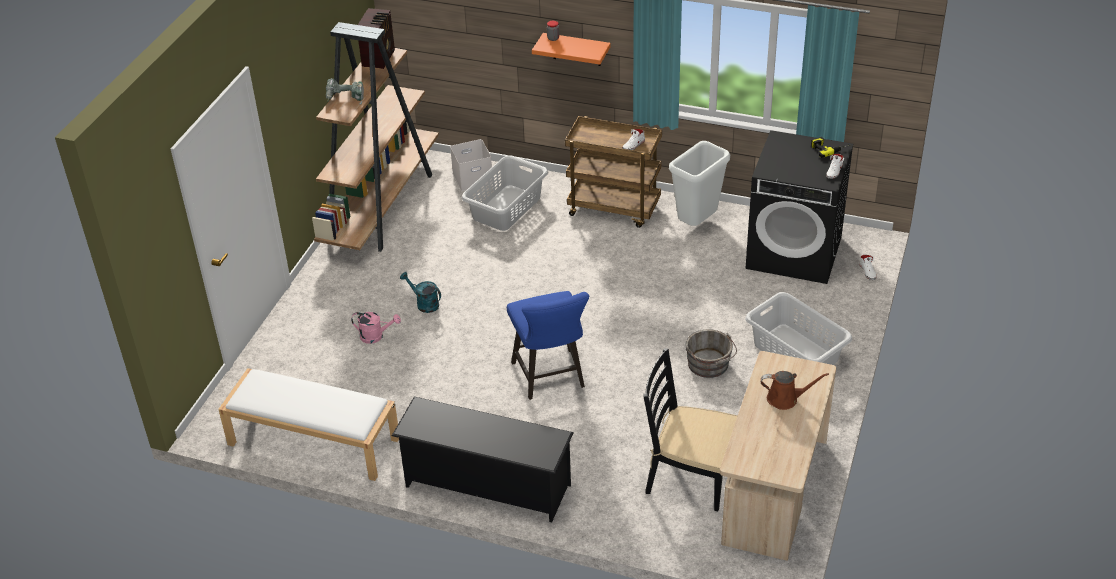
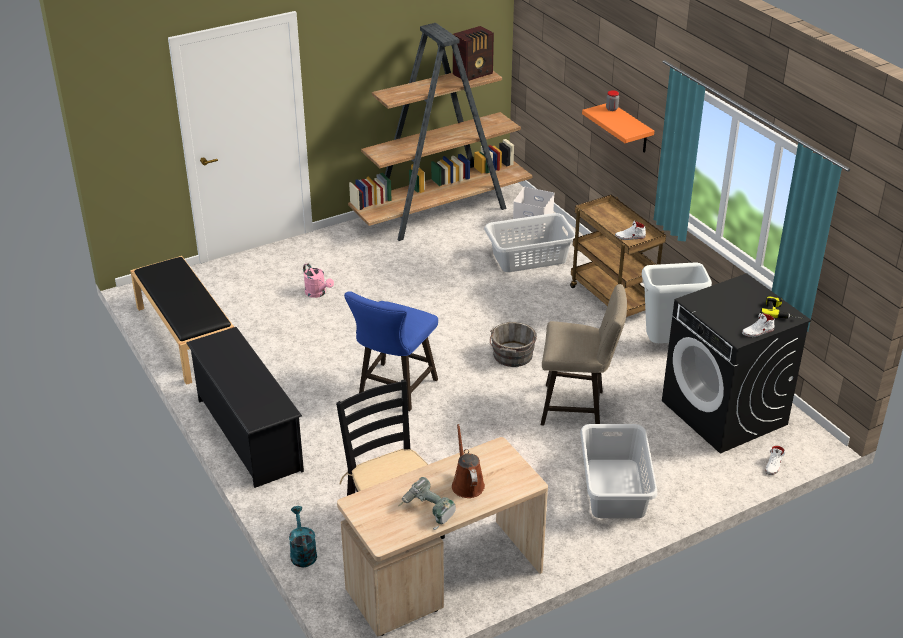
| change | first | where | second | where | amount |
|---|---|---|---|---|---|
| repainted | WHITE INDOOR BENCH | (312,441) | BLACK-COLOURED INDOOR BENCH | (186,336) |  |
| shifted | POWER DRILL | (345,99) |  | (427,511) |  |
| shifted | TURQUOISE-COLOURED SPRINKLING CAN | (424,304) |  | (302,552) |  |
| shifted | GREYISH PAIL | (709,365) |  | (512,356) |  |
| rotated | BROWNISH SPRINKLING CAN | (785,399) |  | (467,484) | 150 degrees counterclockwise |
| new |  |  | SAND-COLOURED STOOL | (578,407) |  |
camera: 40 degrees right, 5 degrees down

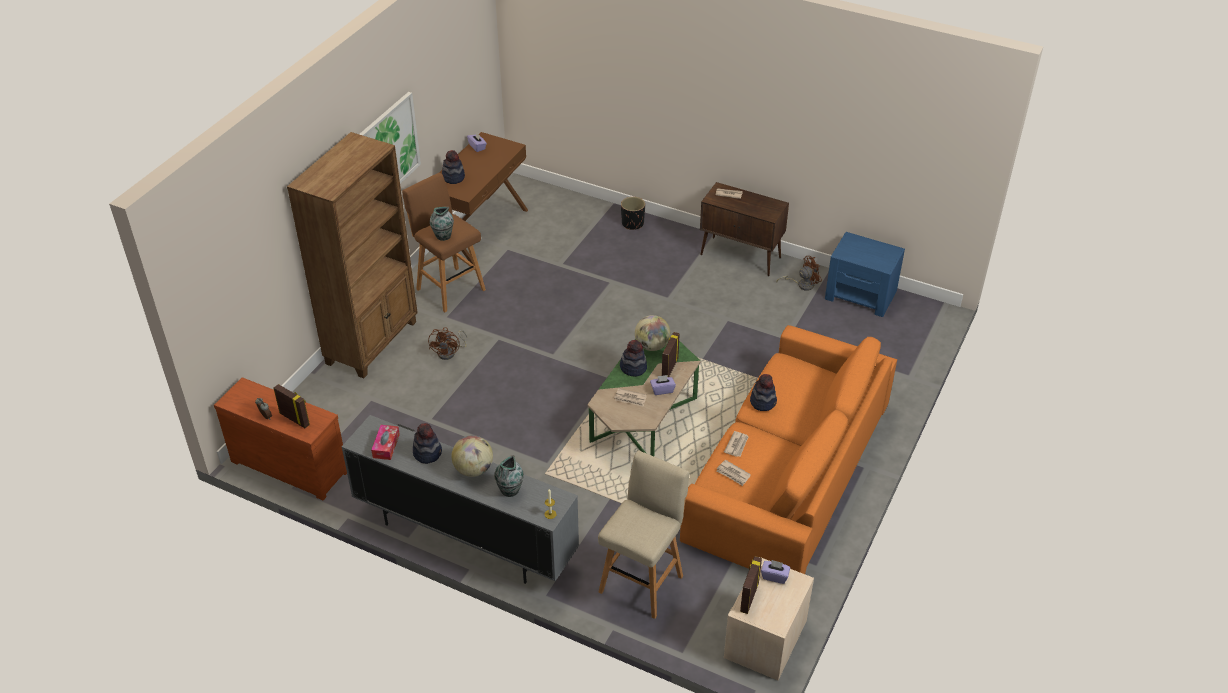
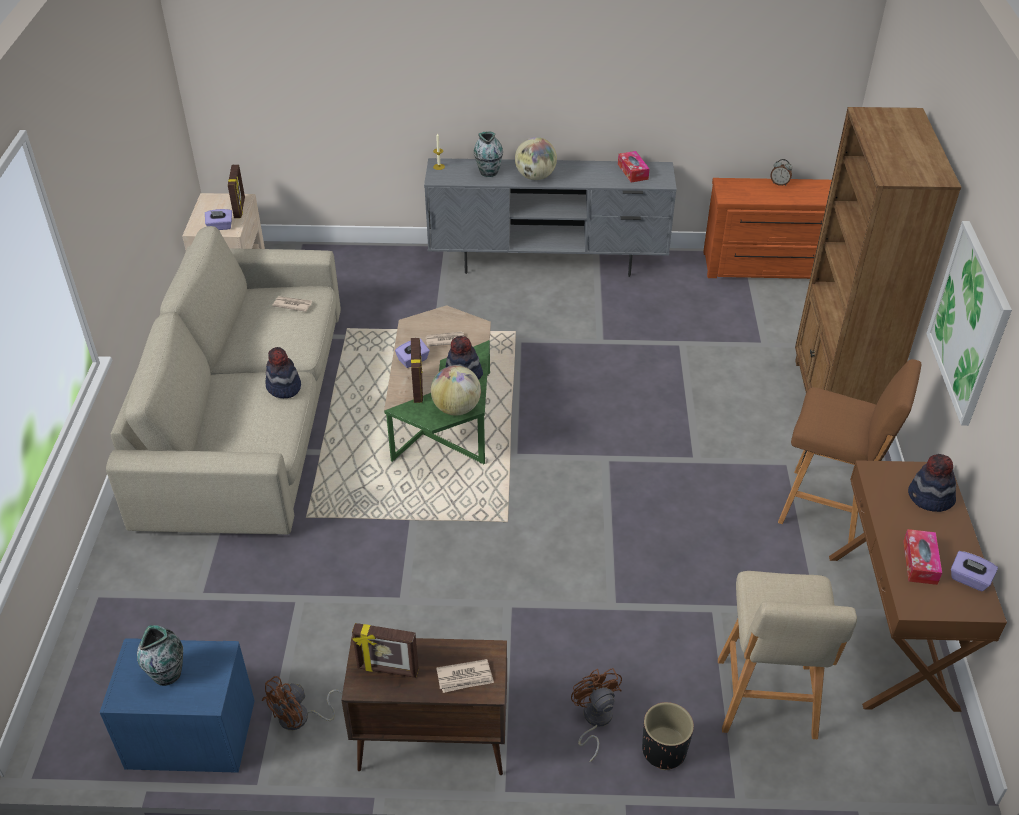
| change | first | where | second | where | amount |
|---|---|---|---|---|---|
| shifted | STANDING FRAME | (295,419) |  | (387,670) |  |
| gone | WEARABLE HAT | (427,453) |  |  |  |
| shifted | BROWNISH COOLING FAN | (450,352) |  | (594,720) |  |
| shifted | VASE | (443,236) |  | (167,673) |  |
| shifted | SAND-COLOURED STOOL | (642,582) |  | (766,702) |  |
| repainted | ORANGE-COLOURED SOFA | (787,471) | SAND-COLOURED SOFA | (248,413) |  |
| gone | DAILY PAPER | (737,445) |  |  |  |
| new |  |  | TISSUE BOX | (920,562) |  |
camera: 155 degrees right, 0 degrees up

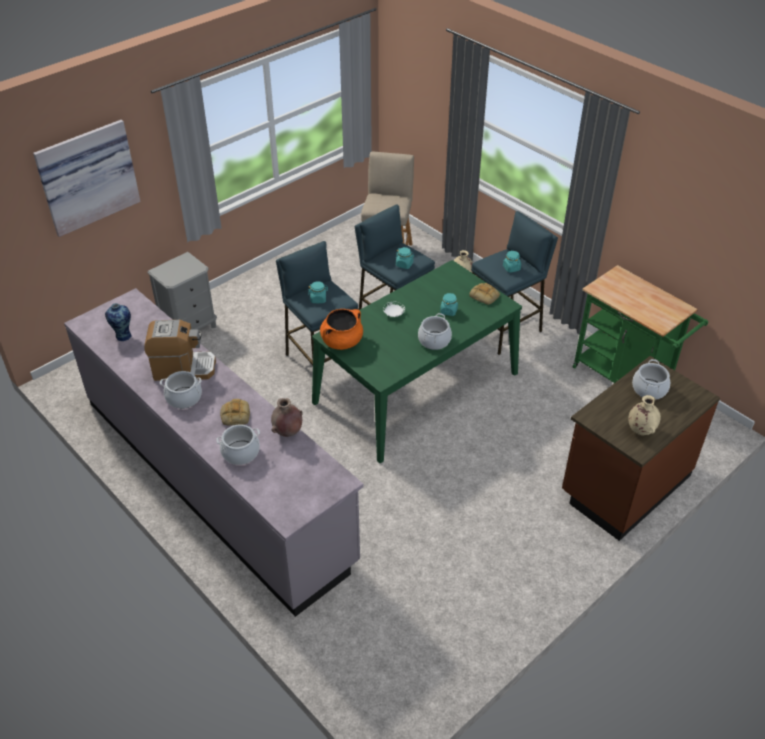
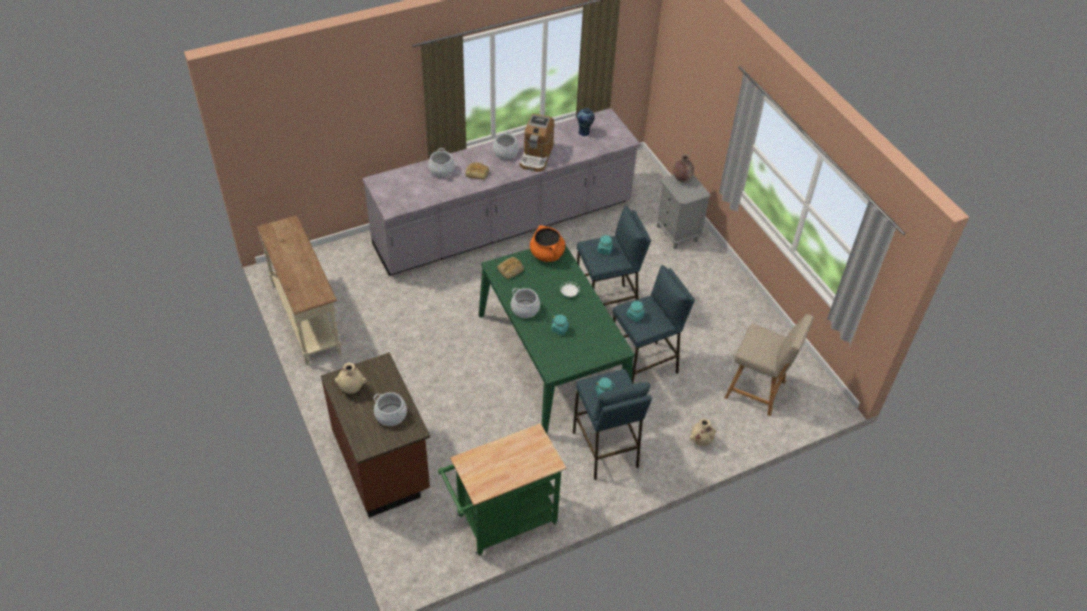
| change | first | where | second | where | amount |
|---|---|---|---|---|---|
| gone | PICTURE | (87,176) |  |  |  |
| shifted | BROWNISH VASE | (288,432) |  | (681,179) |  |
| shifted | BREAD | (485,296) |  | (510,270) |  |
| new |  |  | SAND-COLOURED HALL TABLE | (307,318) |  |
camera: 105 degrees right, 5 degrees up

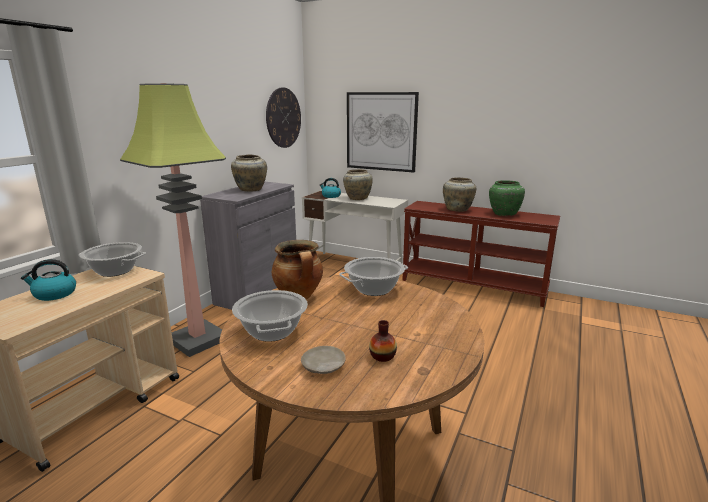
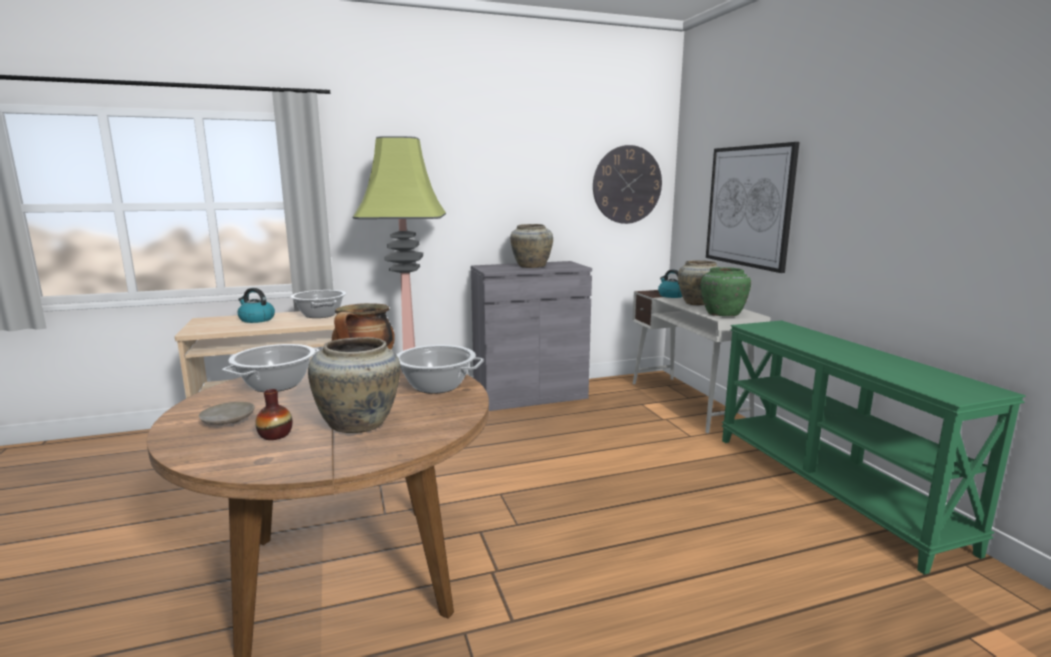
| change | first | where | second | where | amount |
|---|---|---|---|---|---|
| repainted | BROWNISH HALL TABLE | (473,285) | GREEN HALL TABLE | (831,488) |  |
| shifted | SAND-COLOURED VASE | (458,210) |  | (360,424) |  |
| shifted | GREEN VASE | (504,214) |  | (723,314) |  |
camera: 45 degrees right, 5 degrees down

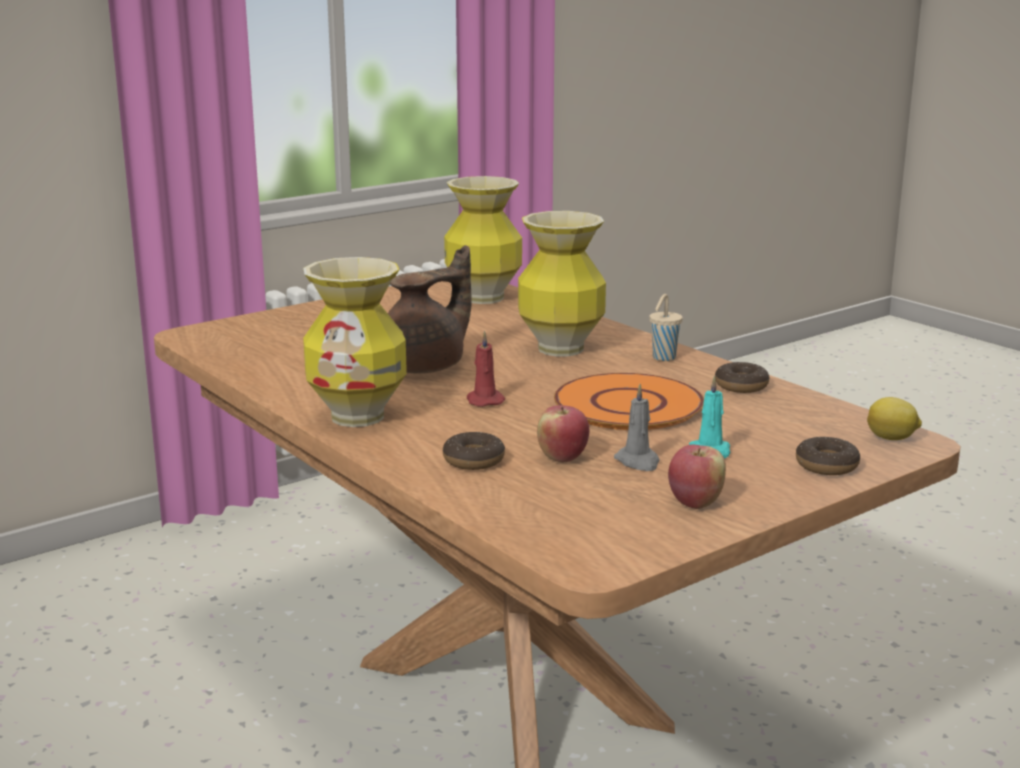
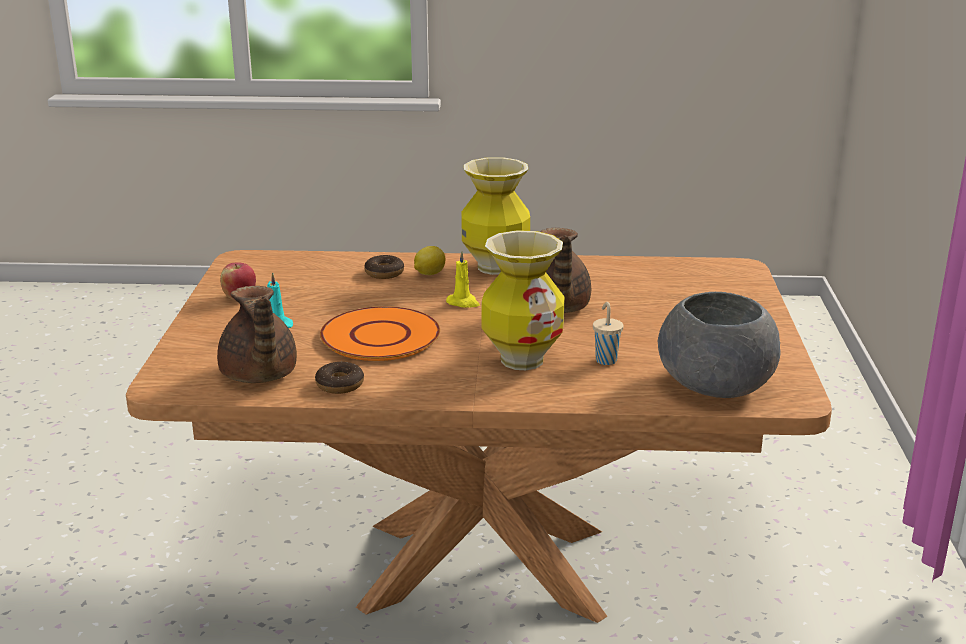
| change | first | where | second | where | amount |
|---|---|---|---|---|---|
| swapped | VASE | (483,298) | GREYISH BOWL | (713,385) |  |
| repainted | REDDISH WAX CANDLE | (484,400) | YELLOWISH WAX CANDLE | (463,303) |  |
| gone | APPLE | (562,458) |  |  |  |
| gone | GREYISH WAX CANDLE | (638,462) |  |  |  |
| shifted | SAND-COLOURED SMALL CUP | (663,358) |  | (605,360) |  |
| gone | RING DOUGHNUT | (826,465) |  |  |  |
| shifted | LEMON | (892,438) |  | (429,274) |  |
| new |  |  | BROWNISH POT FOR TEA | (258,376) |  |
camera: 130 degrees right, 5 degrees up

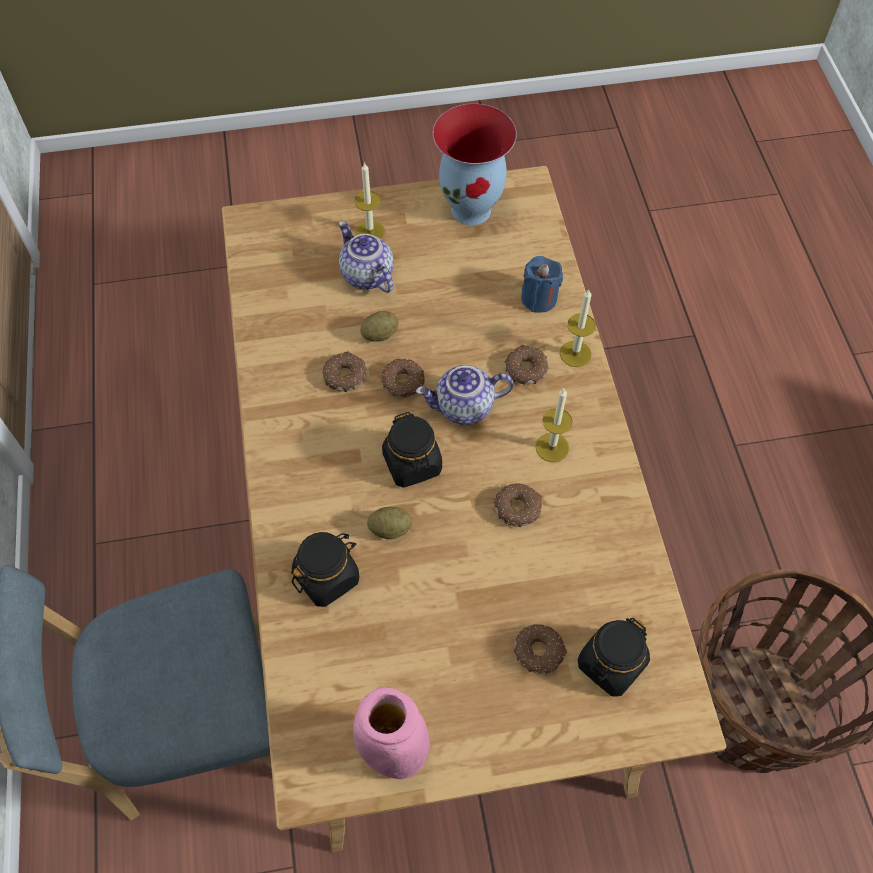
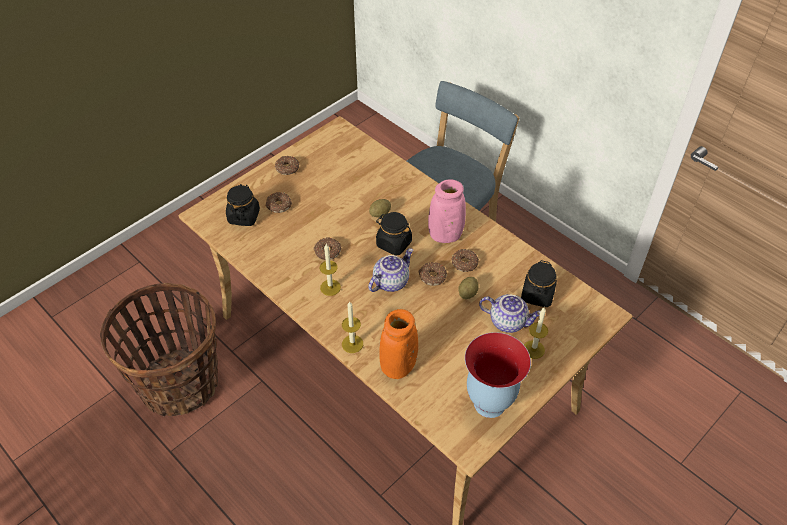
| change | first | where | second | where | amount |
|---|---|---|---|---|---|
| shifted | BLACK-COLOURED JAR | (327,577) |  | (537,295) |  |
| shifted | PINKISH VASE | (393,751) |  | (445,235) |  |
| shifted | RING DOUGHNUT | (526,368) |  | (287,168) |  |
| swapped | BLUISH WAX CANDLE | (539,298) | ORANGE-COLOURED VASE | (398,366) |  |
camera: 145 degrees right, 10 degrees down

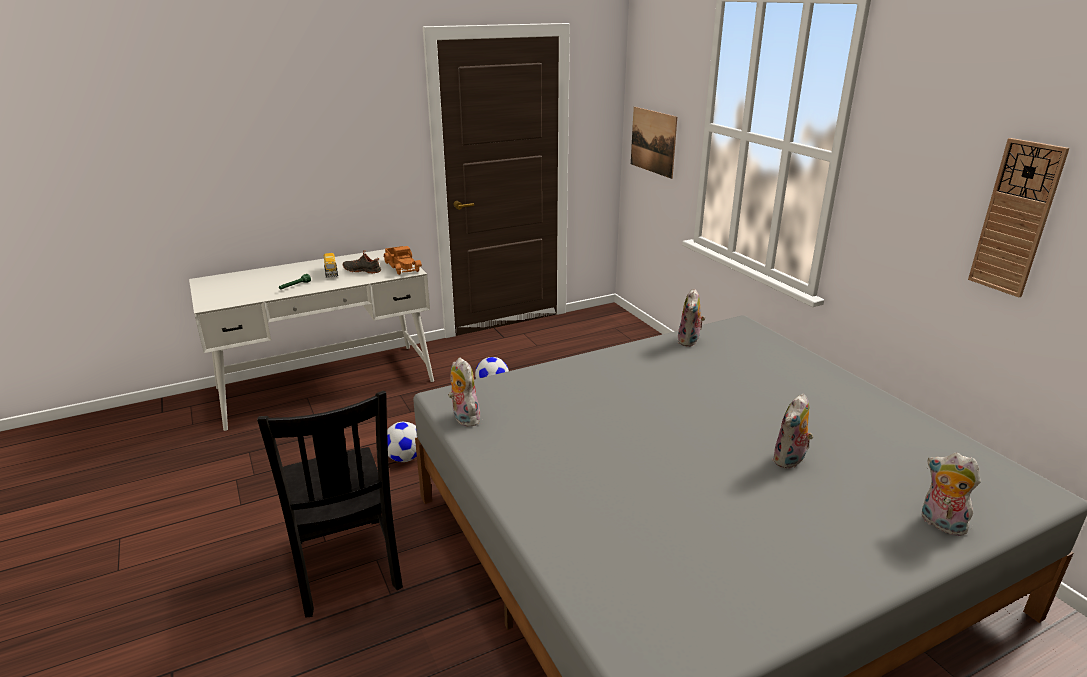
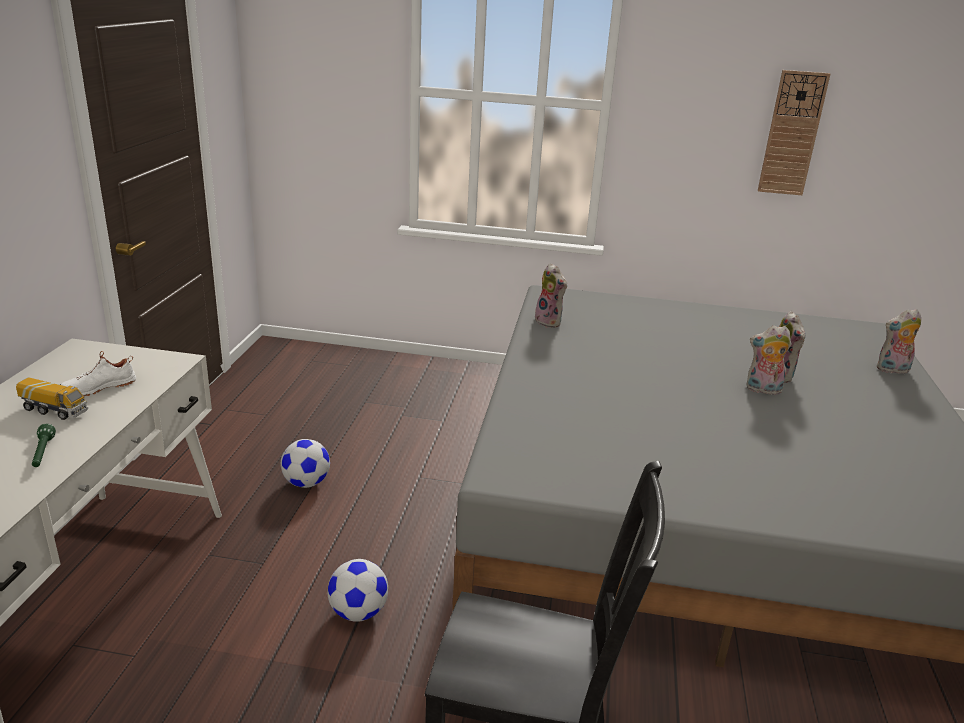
| change | first | where | second | where | amount |
|---|---|---|---|---|---|
| repainted | BLACK-COLOURED ITEM OF FOOTWEAR | (362,270) | WHITE ITEM OF FOOTWEAR | (99,387) |  |
| gone | MODEL TRUCK | (403,266) |  |  |  |
| shifted | PLUSH TOY | (463,418) |  | (762,390) |  |
| gone | PICTURE | (653,141) |  |  |  |
camera: 55 degrees left, 0 degrees up

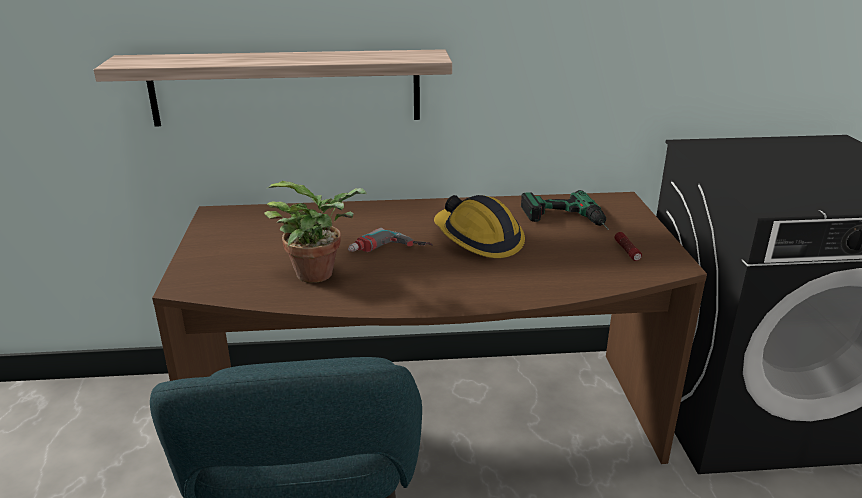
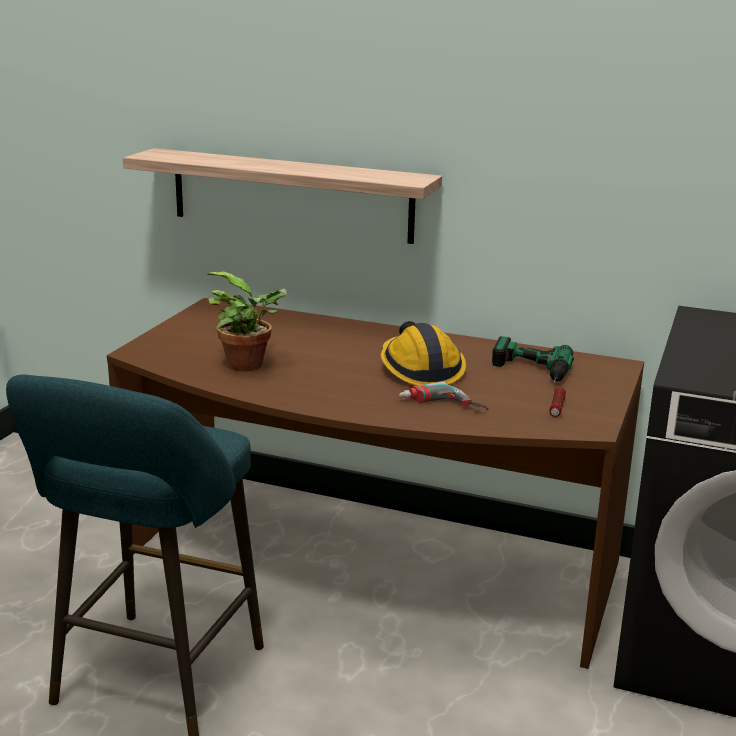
| change | first | where | second | where | amount |
|---|---|---|---|---|---|
| shifted | POWER DRILL | (389,252) |  | (441,407) |  |
camera: 25 degrees right, 5 degrees down

